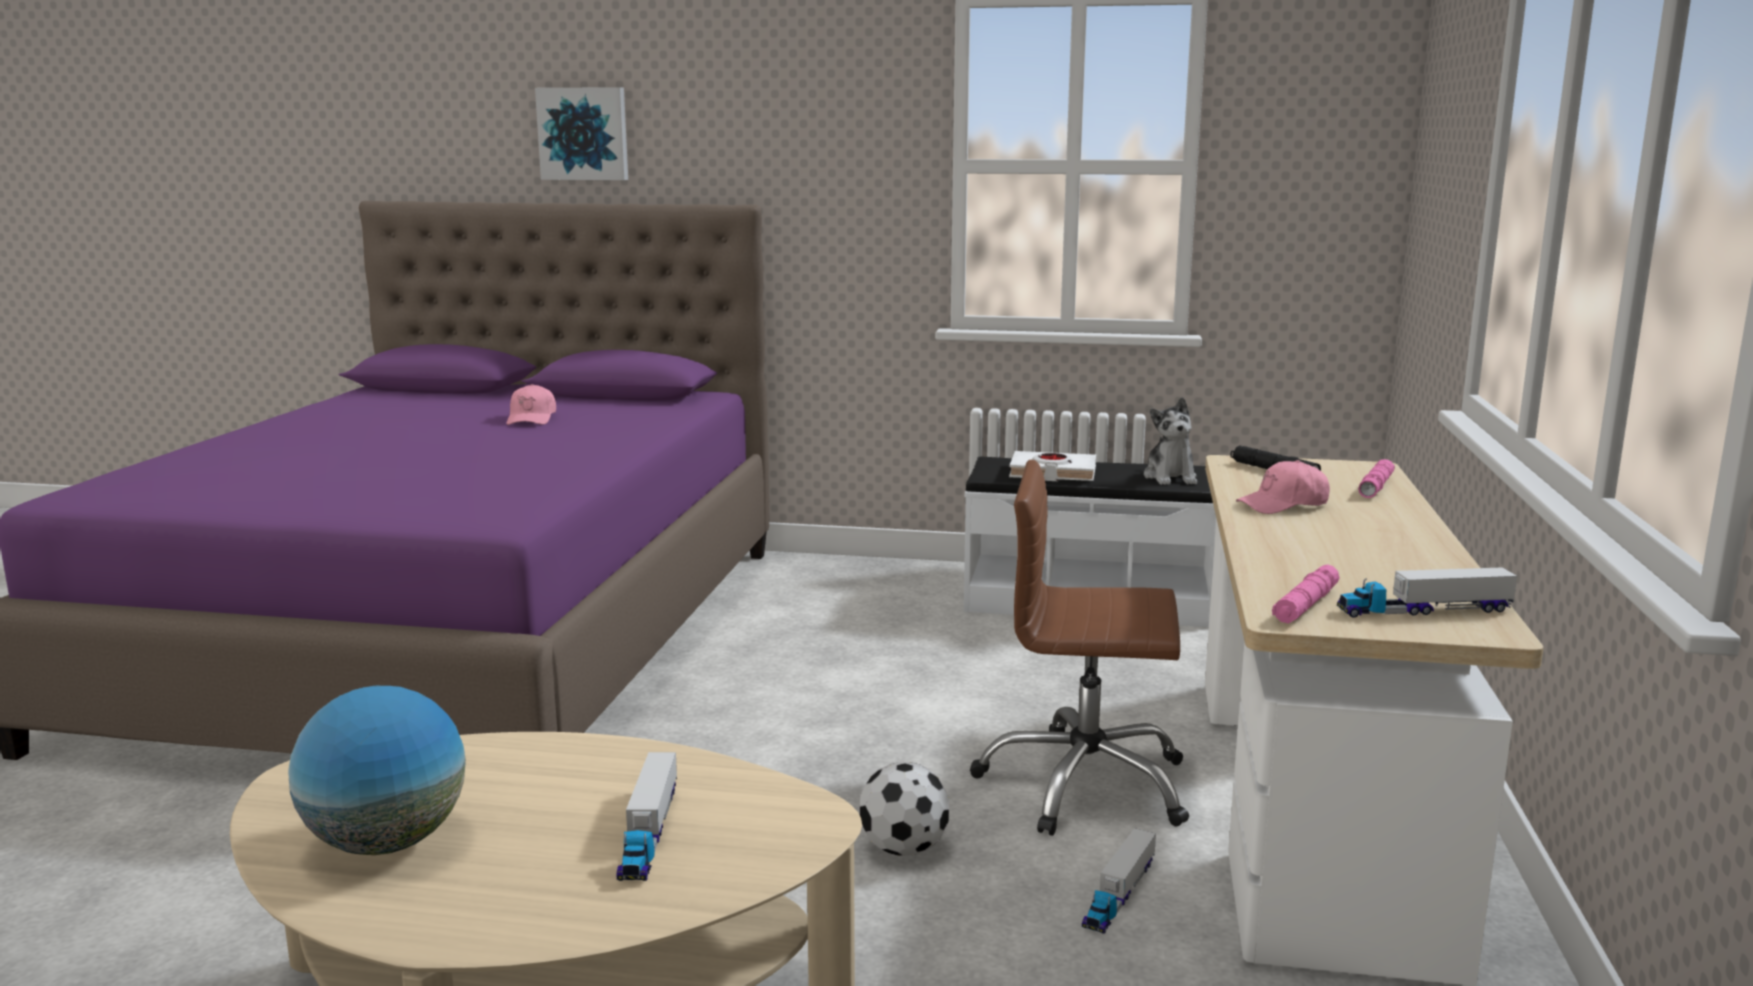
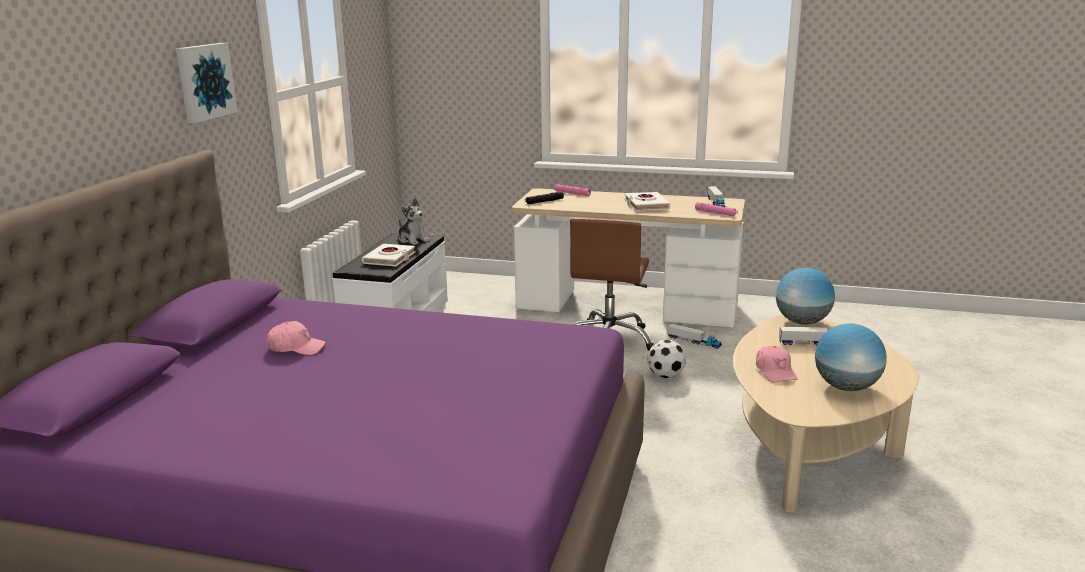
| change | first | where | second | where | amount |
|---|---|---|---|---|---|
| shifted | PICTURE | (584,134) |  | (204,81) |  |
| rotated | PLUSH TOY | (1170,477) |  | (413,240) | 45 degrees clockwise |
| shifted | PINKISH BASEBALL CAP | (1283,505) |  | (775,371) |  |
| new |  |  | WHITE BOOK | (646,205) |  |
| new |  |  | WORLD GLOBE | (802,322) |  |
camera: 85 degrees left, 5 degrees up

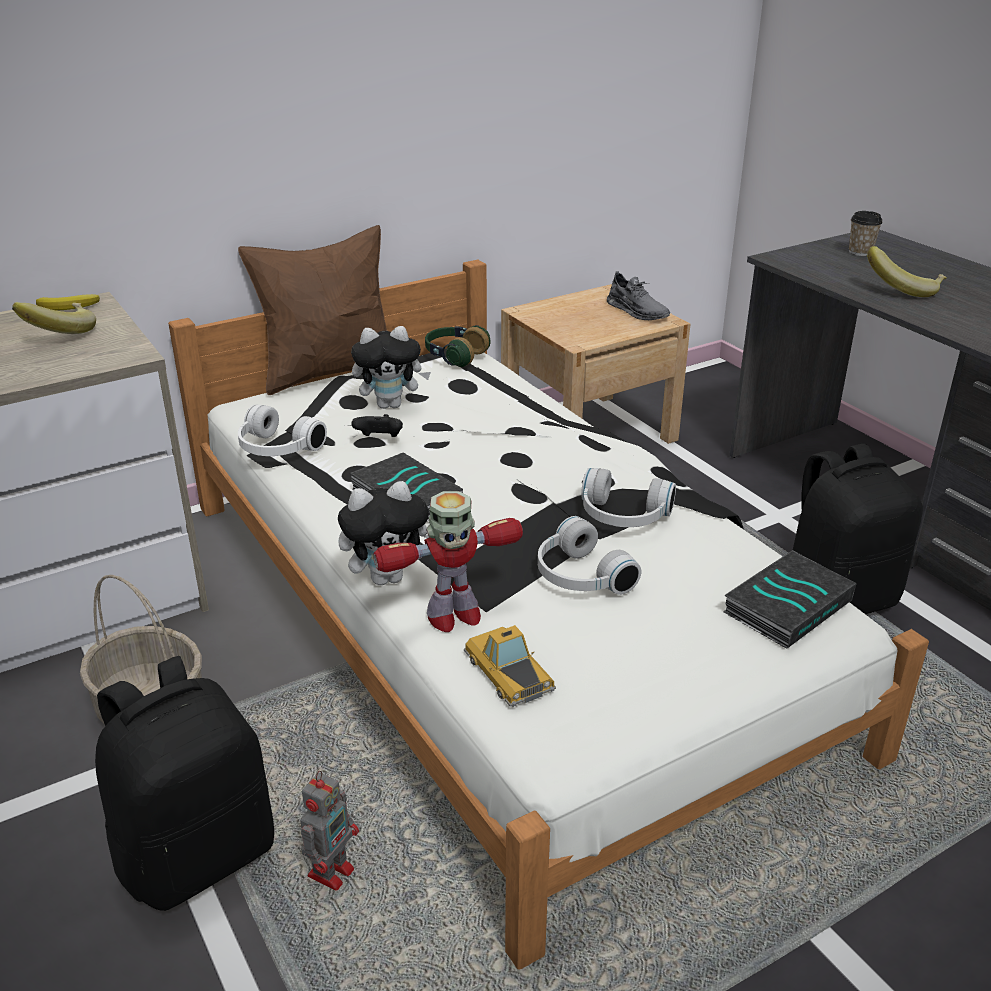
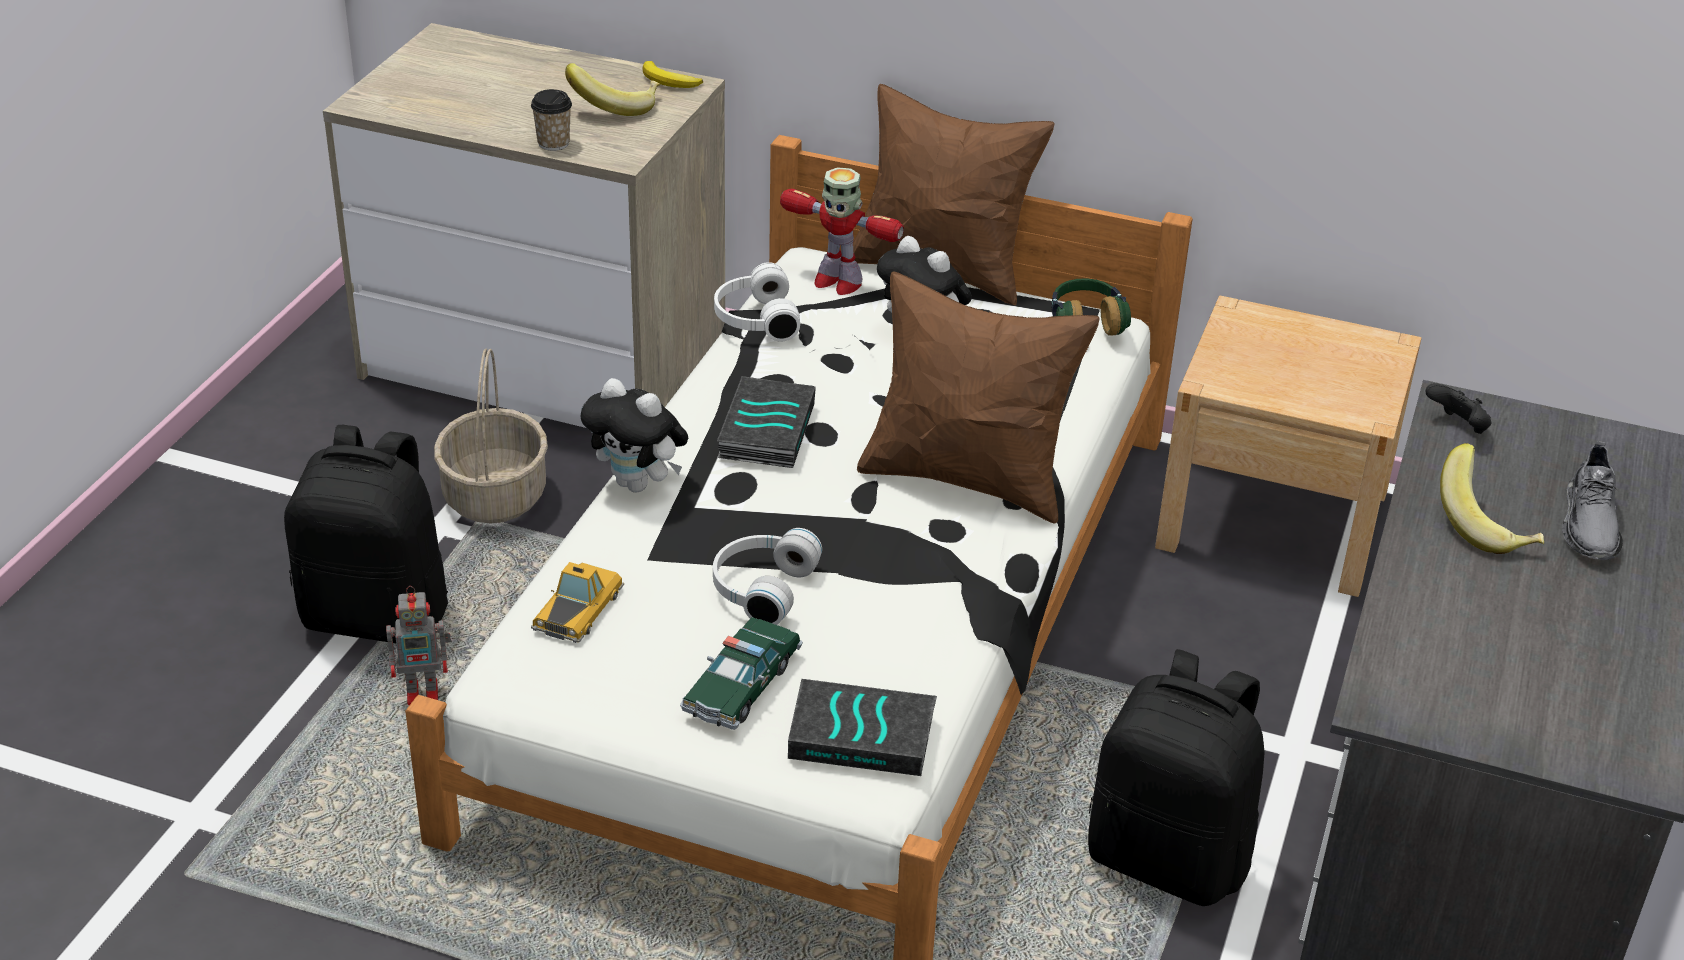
| change | first | where | second | where | amount |
|---|---|---|---|---|---|
| shifted | BLACK-COLOURED JOYPAD | (379,439) |  | (1457,427) |  |
| shifted | ROBOT FIGURE | (453,616) |  | (837,282) |  |
| gone | WHITE HEADSET | (622,517) |  |  |  |
| shifted | GREYISH ITEM OF FOOTWEAR | (637,311) |  | (1589,524) |  |
| shifted | SMALL CUP | (860,252) |  | (553,143) |  |
| new |  |  | TOY CAR | (742,685) |  |
| new |  |  | BROWNISH PILLOW | (967,479) |  |
camera: 50 degrees right, 5 degrees up

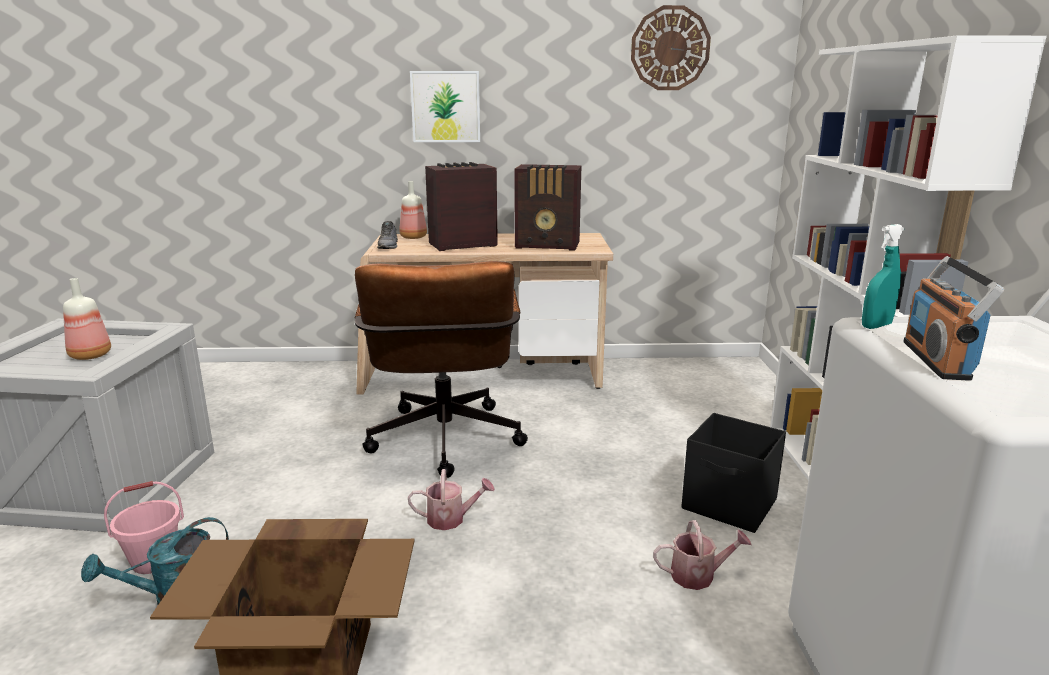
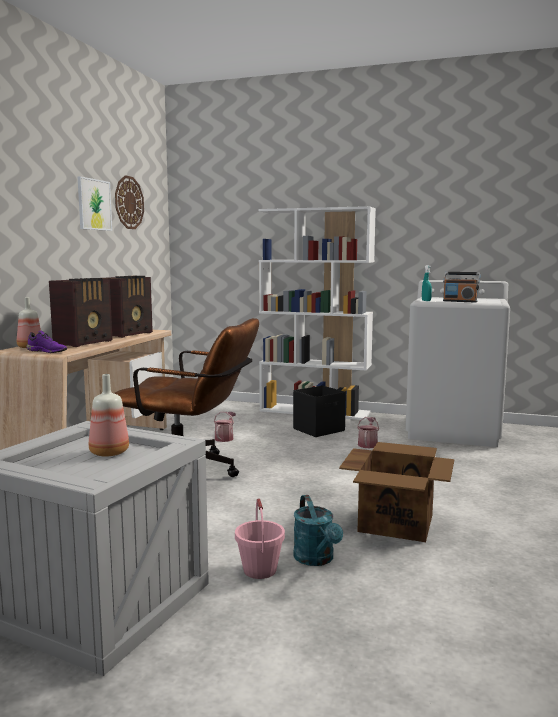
| change | first | where | second | where | amount |
|---|---|---|---|---|---|
| repainted | GREYISH ITEM OF FOOTWEAR | (389,246) | PURPLE ITEM OF FOOTWEAR | (48,351) |  |
| shifted | SPRINKLING CAN | (451,519) |  | (225,438) |  |
| shifted | PICTURE | (445,107) |  | (94,204) |  |
| rotated | RADIO SET | (461,245) |  | (85,342) | 150 degrees counterclockwise |
camera: 70 degrees left, 10 degrees down

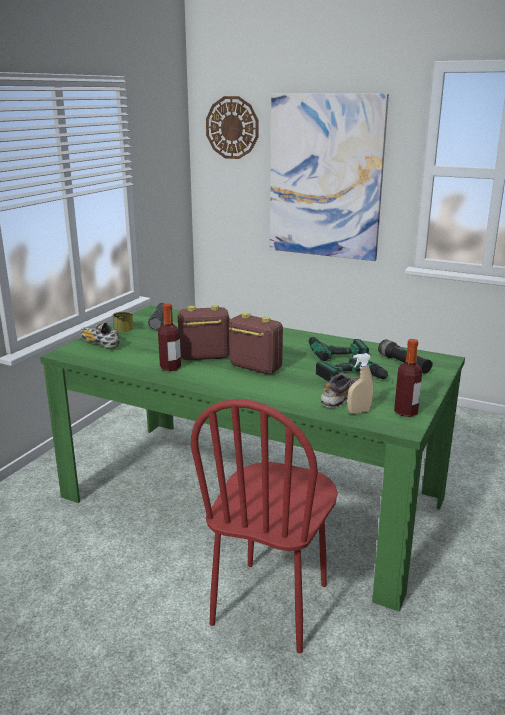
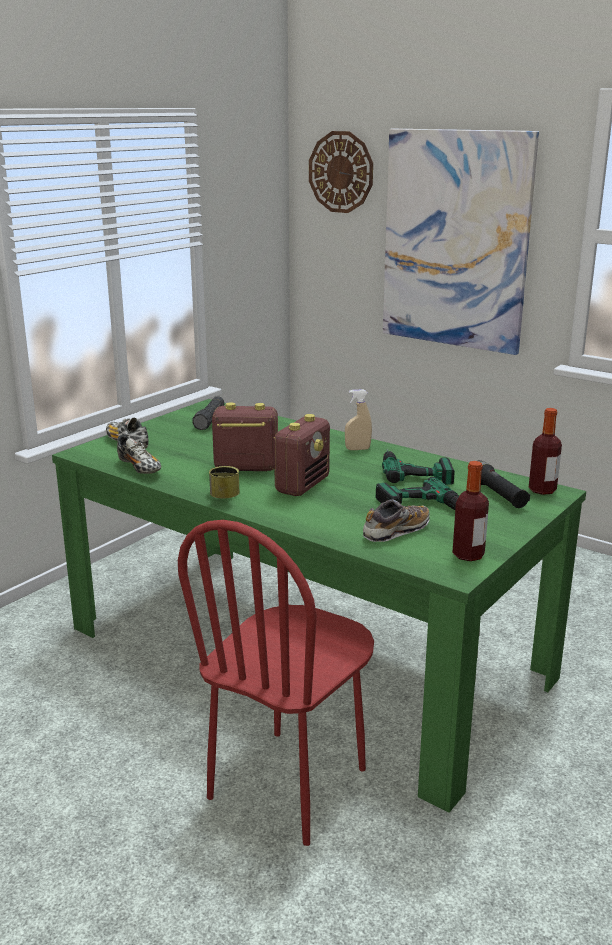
| change | first | where | second | where | amount |
|---|---|---|---|---|---|
| shifted | CAN | (124,331) |  | (224,496) |  |
| shifted | BEVERAGE BOTTLE | (170,367) |  | (542,490) |  |
| rotated | RADIO SET | (254,367) |  | (302,485) | 75 degrees clockwise |
| shifted | SAND-COLOURED HAND SPRAYER | (359,411) |  | (357,449) |  |
| new |  |  | ITEM OF FOOTWEAR | (140,468) |  |
camera: 10 degrees right, 0 degrees up

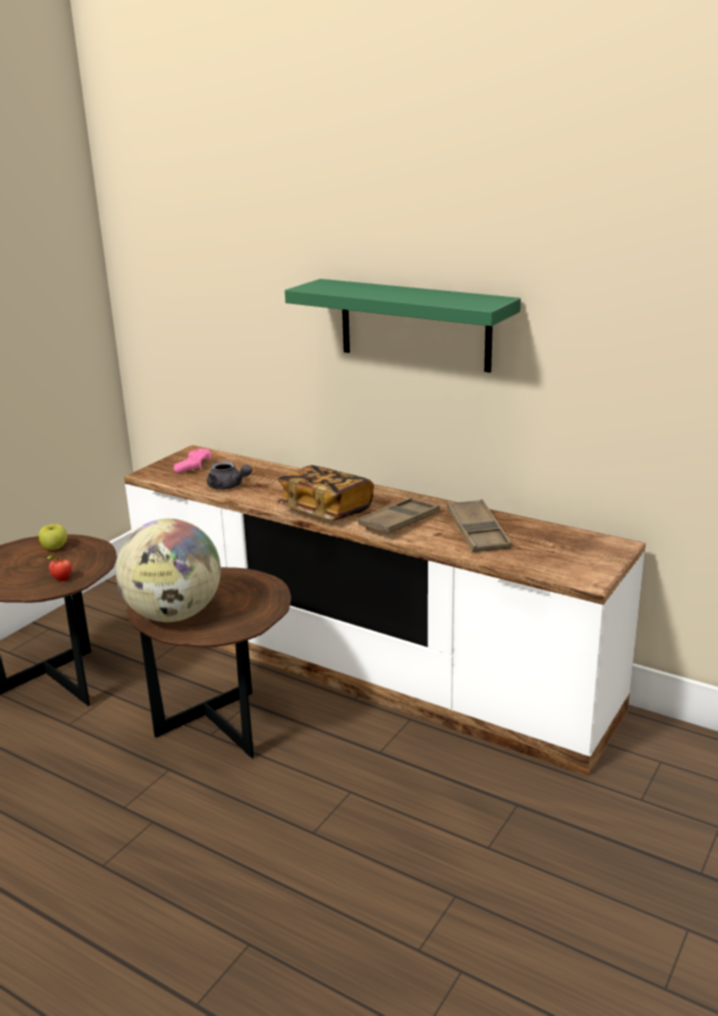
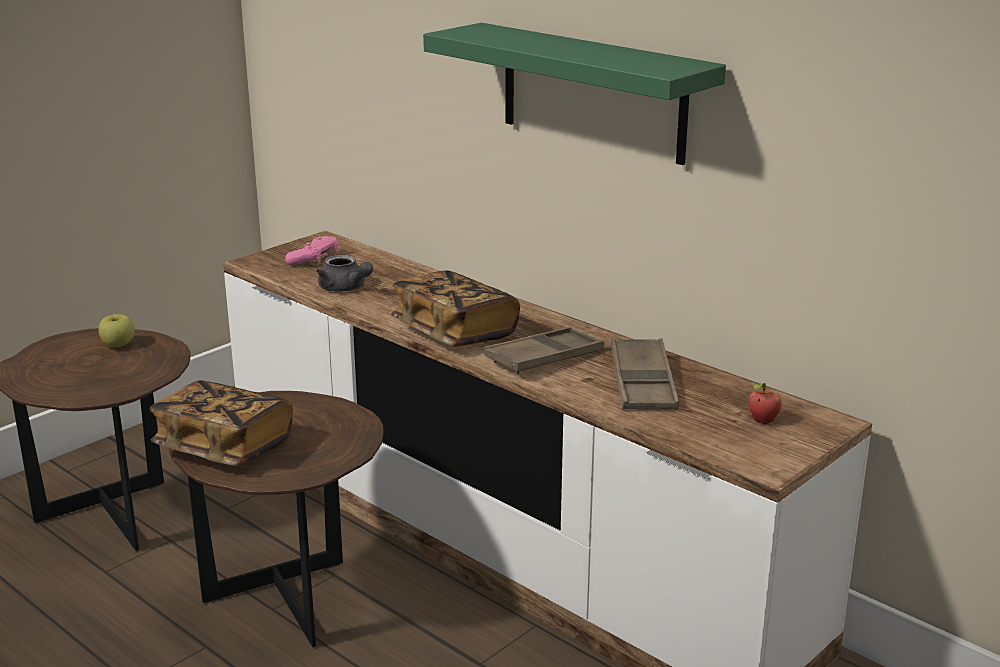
| change | first | where | second | where | amount |
|---|---|---|---|---|---|
| shifted | APPLE | (62,579) |  | (763,421) |  |
| swapped | WORLD GLOBE | (174,615) | BOOK | (224,447) |  |
camera: 10 degrees right, 0 degrees up

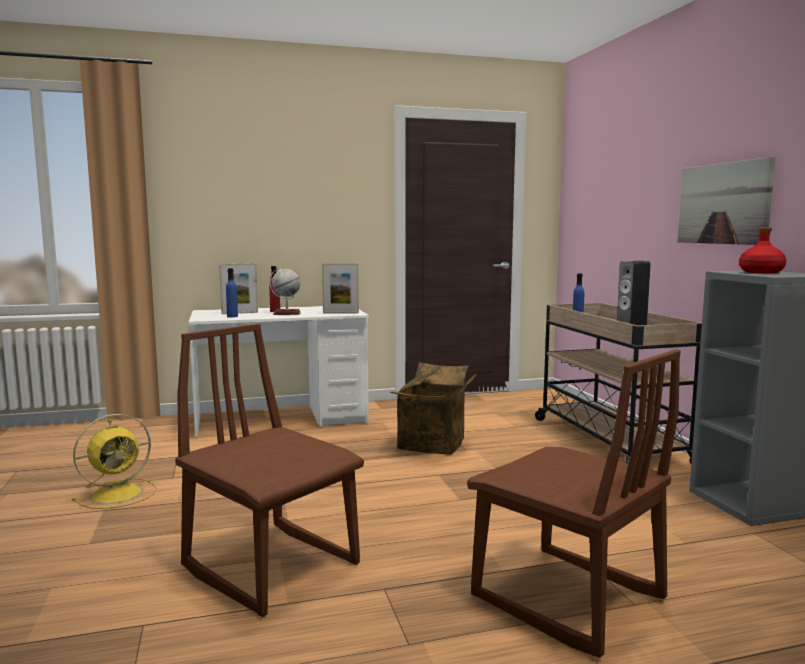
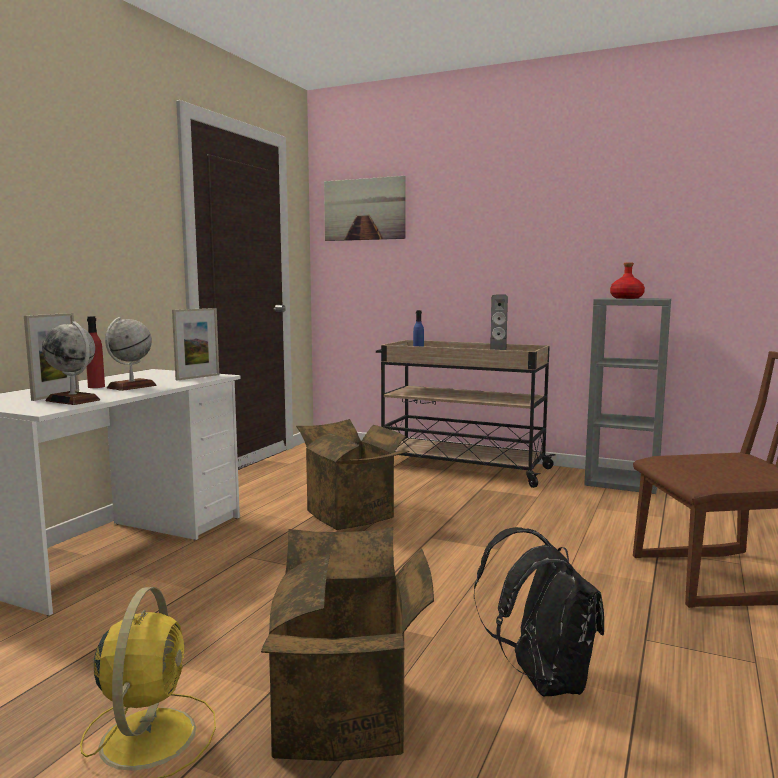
| change | first | where | second | where | amount |
|---|---|---|---|---|---|
| swapped | BROWNISH CHAIR | (272,565) | BLACK-COLOURED KNAPSACK | (541,680) |  |
| swapped | BLUISH BEVERAGE BOTTLE | (232,316) | WORLD GLOBE | (73,400) |  |
| shifted | PICTURE | (723,203) |  | (364,209) |  |
| new |  |  | CARDBOARD BOX | (347,717) |  |
camera: 50 degrees left, 0 degrees up

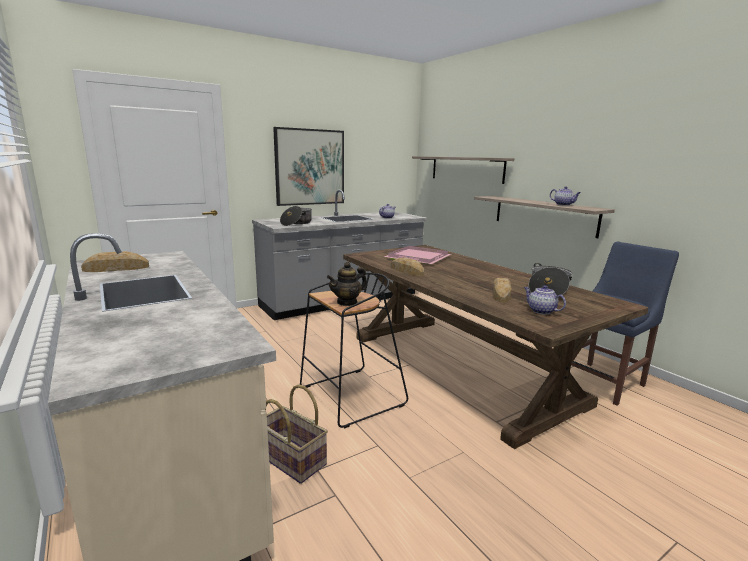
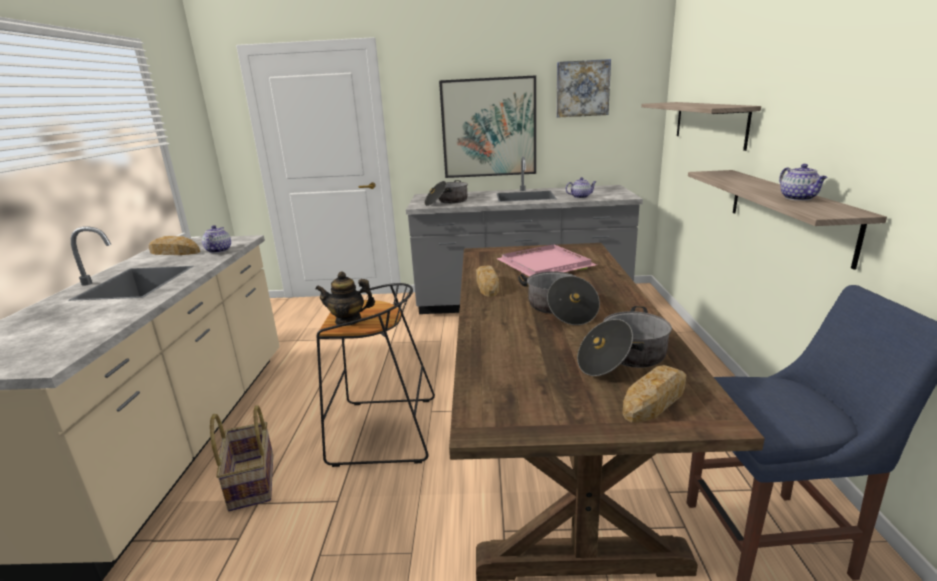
| change | first | where | second | where | amount |
|---|---|---|---|---|---|
| shifted | BREAD | (501,294) |  | (655,399) |  |
| shifted | POT FOR TEA | (541,311) |  | (218,250) |  |
| new |  |  | STOCKPOT | (559,309) |  |
| new |  |  | PICTURE | (582,88) |  |
camera: 35 degrees right, 5 degrees up

